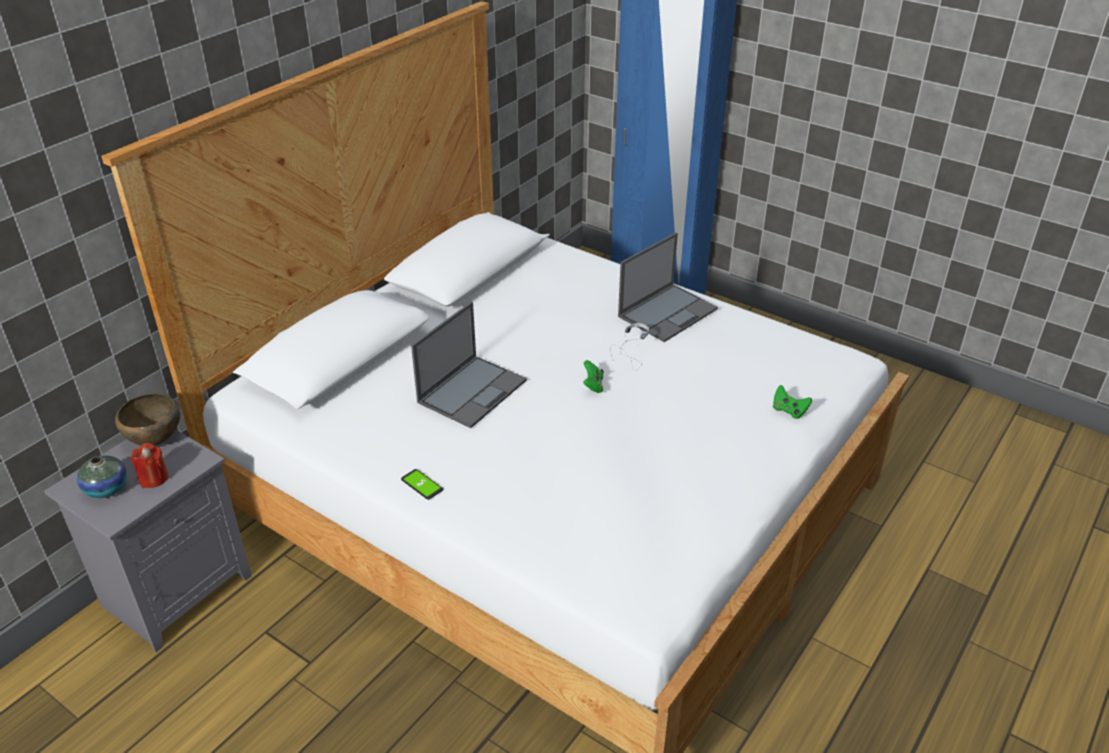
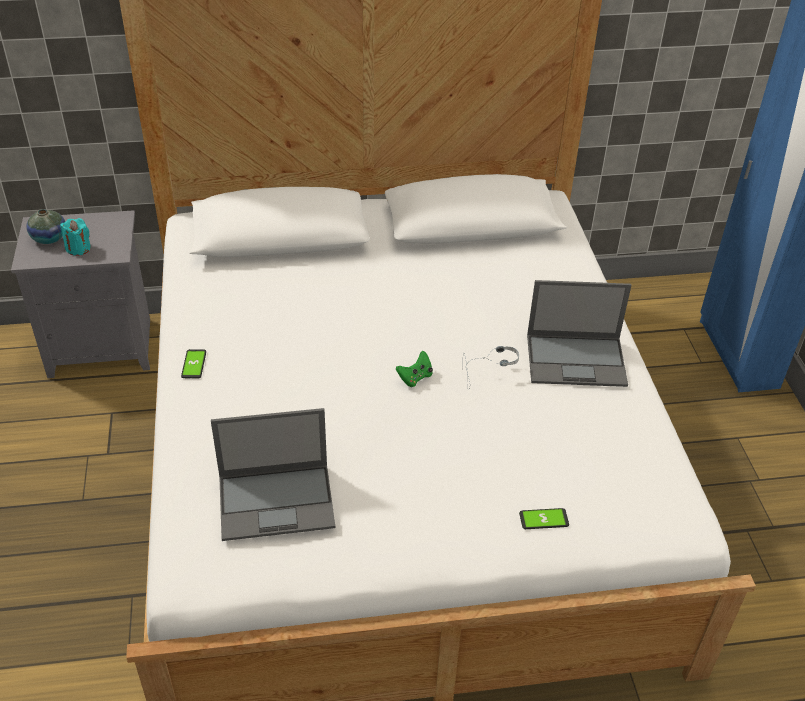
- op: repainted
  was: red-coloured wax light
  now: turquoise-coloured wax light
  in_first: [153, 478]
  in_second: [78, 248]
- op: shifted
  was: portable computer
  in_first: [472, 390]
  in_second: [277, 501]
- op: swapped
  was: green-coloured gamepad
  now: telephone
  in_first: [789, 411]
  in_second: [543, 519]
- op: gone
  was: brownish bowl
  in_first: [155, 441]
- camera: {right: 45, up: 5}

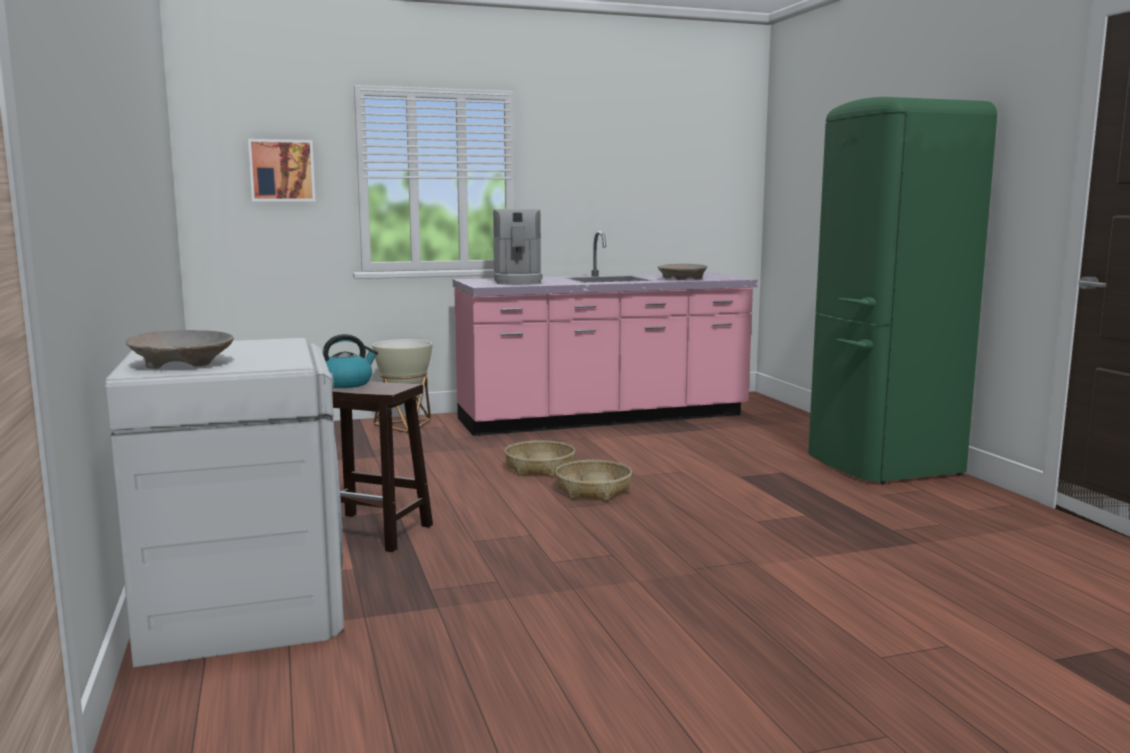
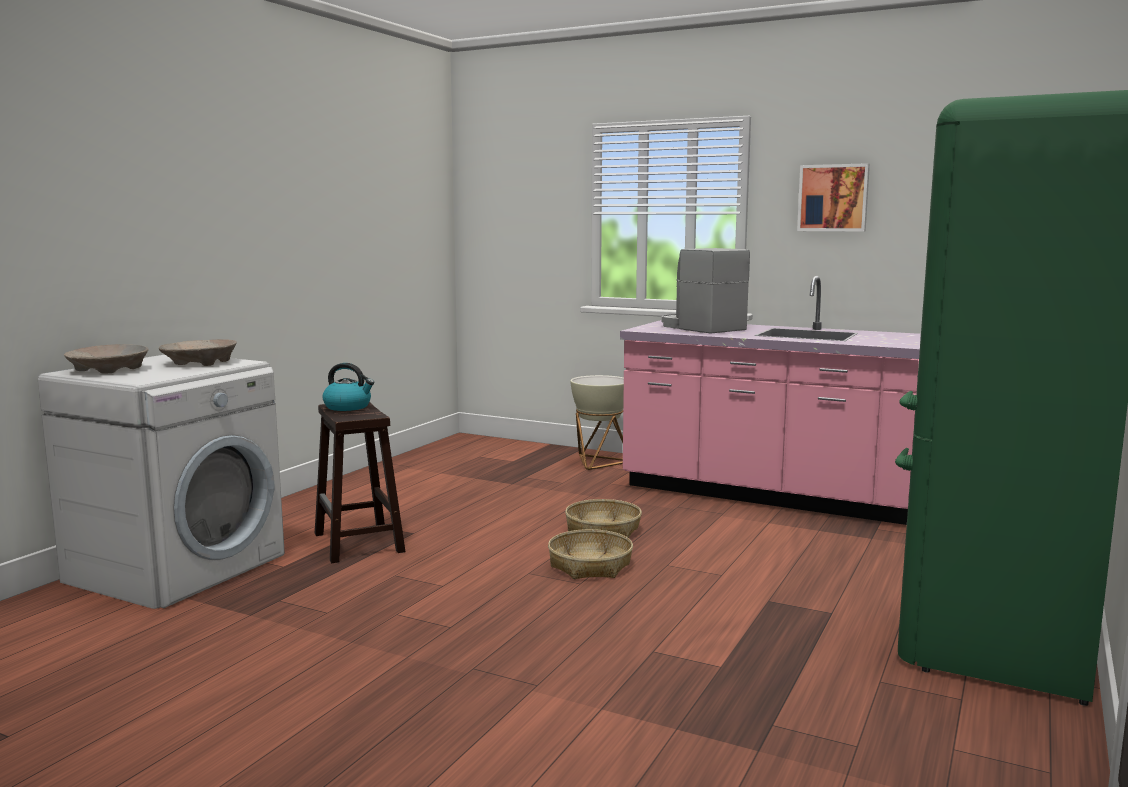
- op: shifted
  was: beige-coloured bowl
  in_first: [682, 279]
  in_second: [199, 363]
- op: rotated
  was: coffee machine
  in_first: [518, 281]
  in_second: [700, 327]
  clockwise: 105
- op: shifted
  was: picture
  in_first: [282, 170]
  in_second: [833, 198]
- camera: {right: 45, up: 0}

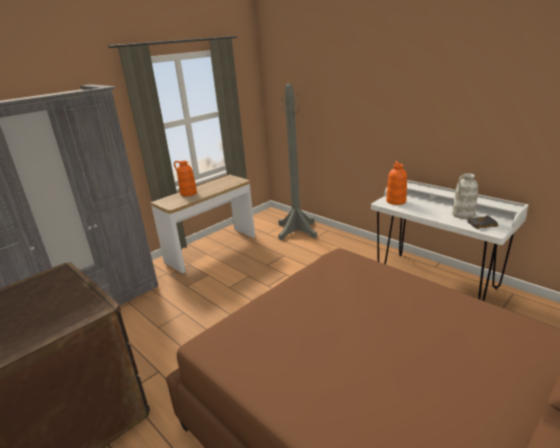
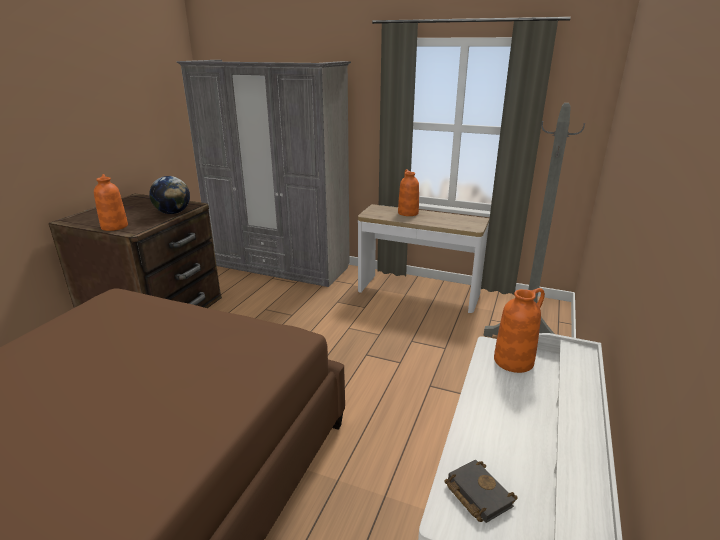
- op: new
  now: orange vase
  in_second: [114, 226]
- op: new
  now: globe
  in_second: [173, 213]
- op: gone
  was: white-coloured vase
  in_first: [463, 215]
- camera: {right: 65, up: 0}

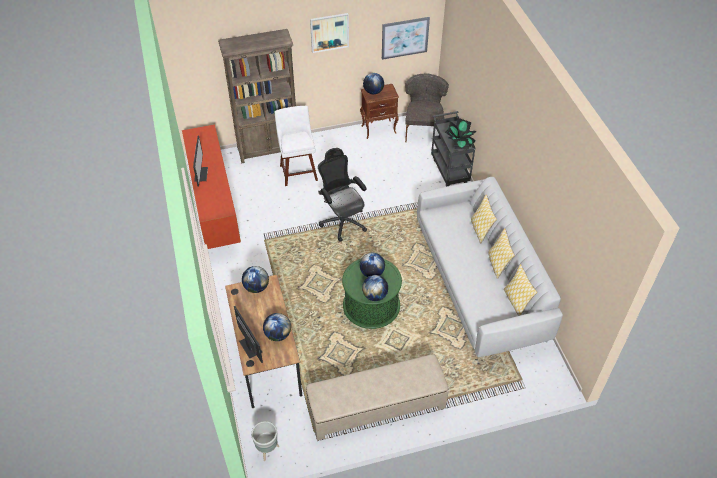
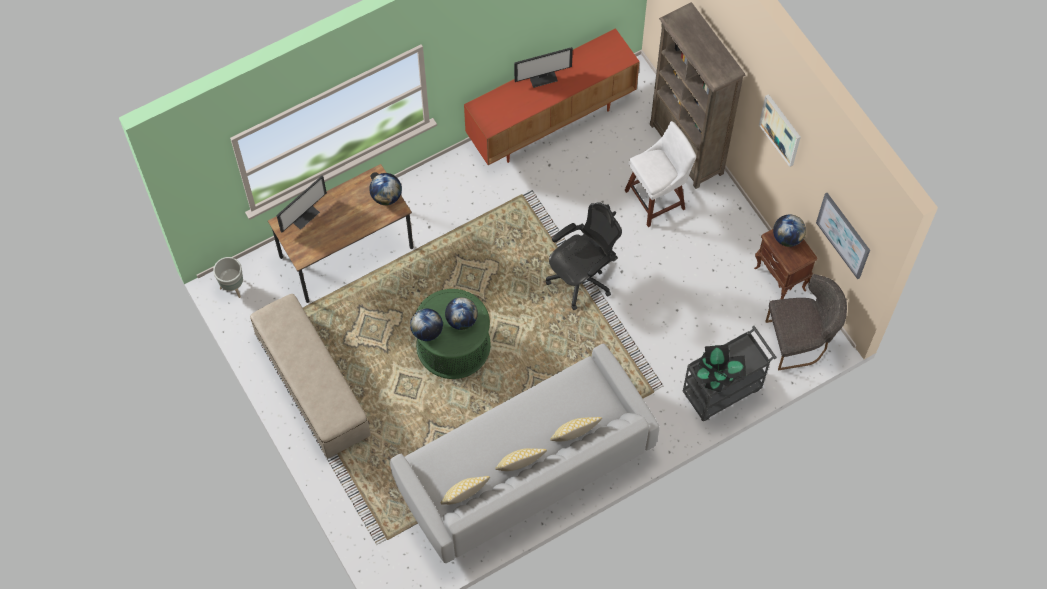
- op: gone
  was: globe
  in_first: [278, 334]
- camera: {right: 75, up: 15}

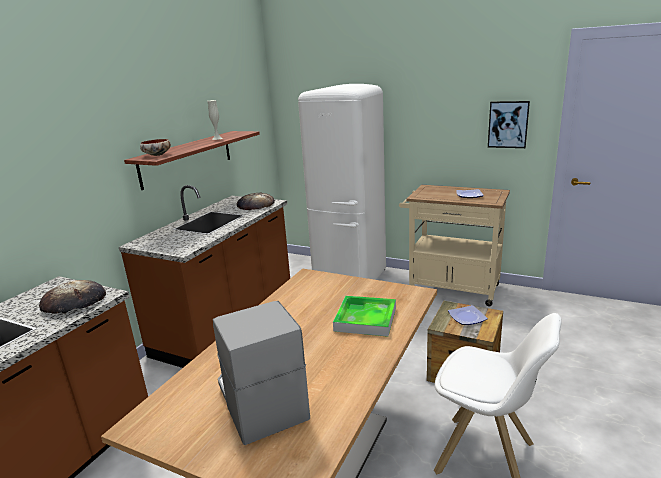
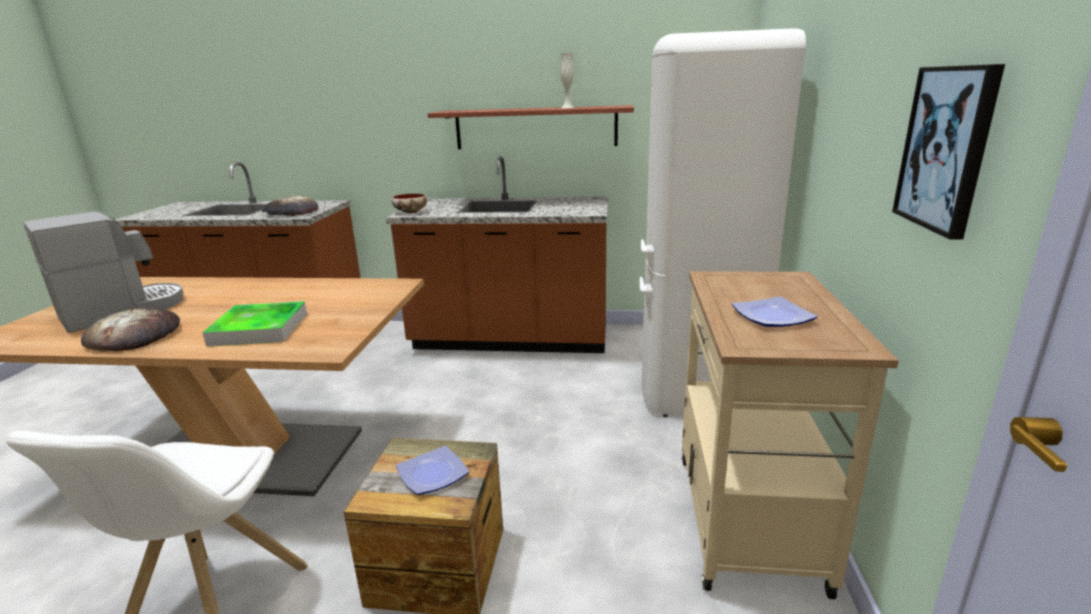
- op: shifted
  was: bread
  in_first: [255, 205]
  in_second: [134, 335]
- op: shifted
  was: bowl
  in_first: [157, 155]
  in_second: [410, 212]
- camera: {right: 70, up: 0}

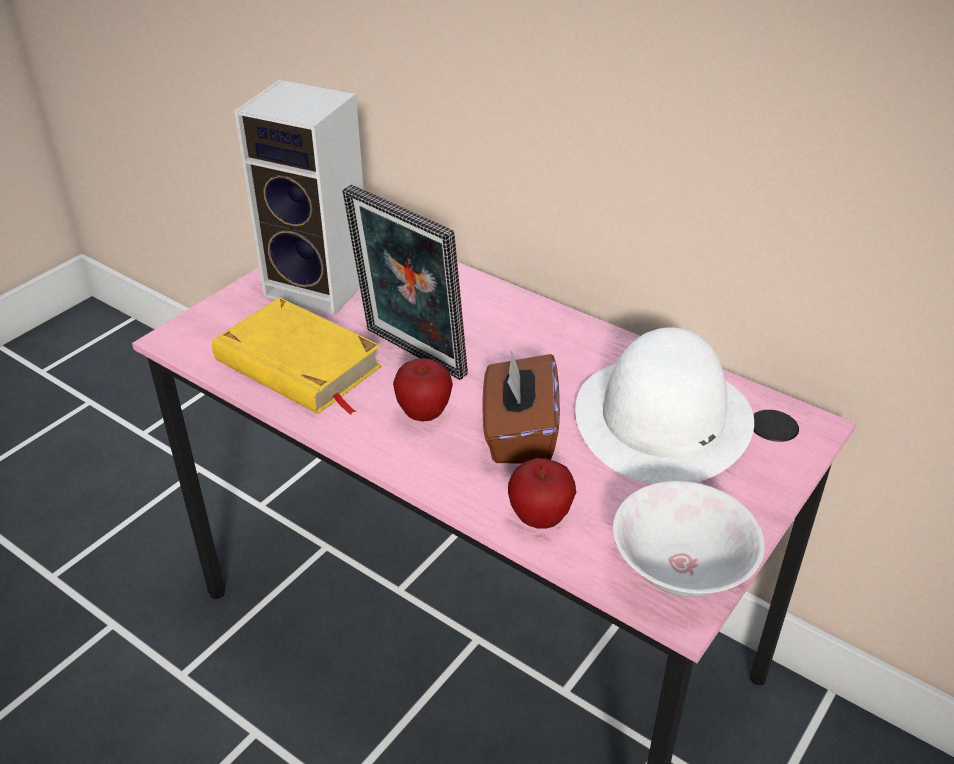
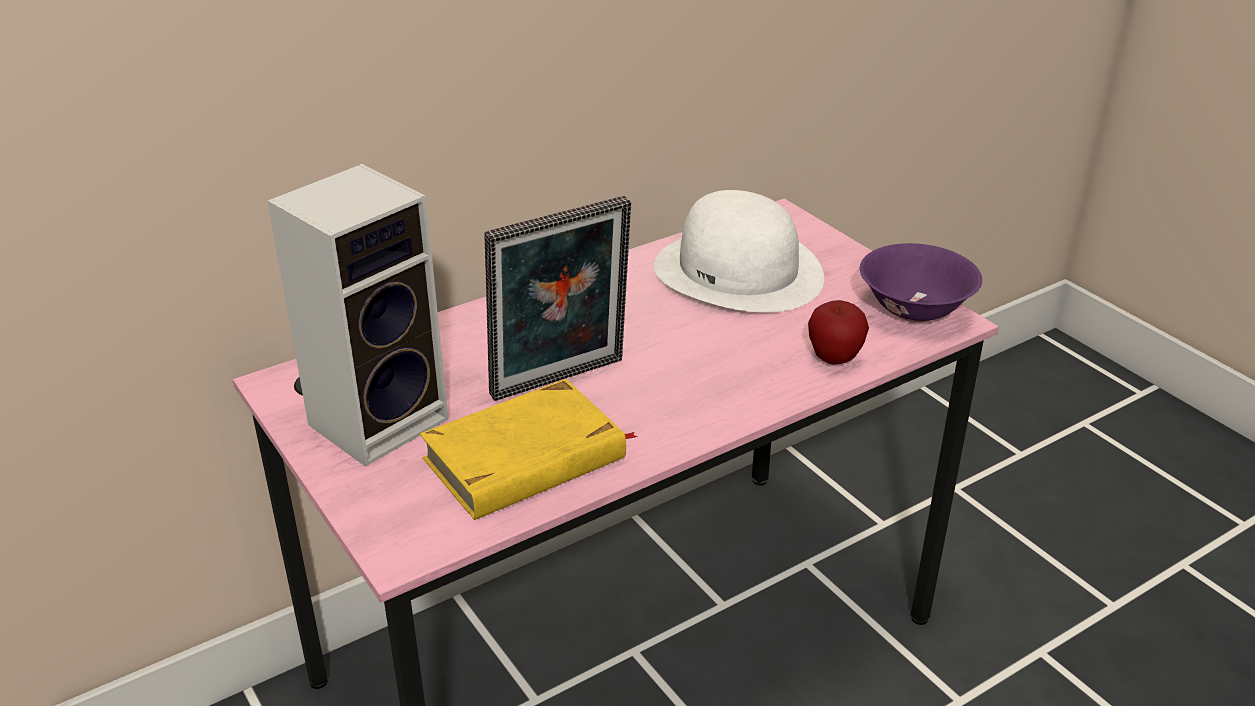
- op: repainted
  was: white-coloured bowl
  now: purplish bowl
  in_first: [681, 571]
  in_second: [915, 310]
- op: gone
  was: apple fruit
  in_first: [424, 414]
- op: gone
  was: brownish tissue holder
  in_first: [519, 434]
- camera: {right: -70, up: -5}

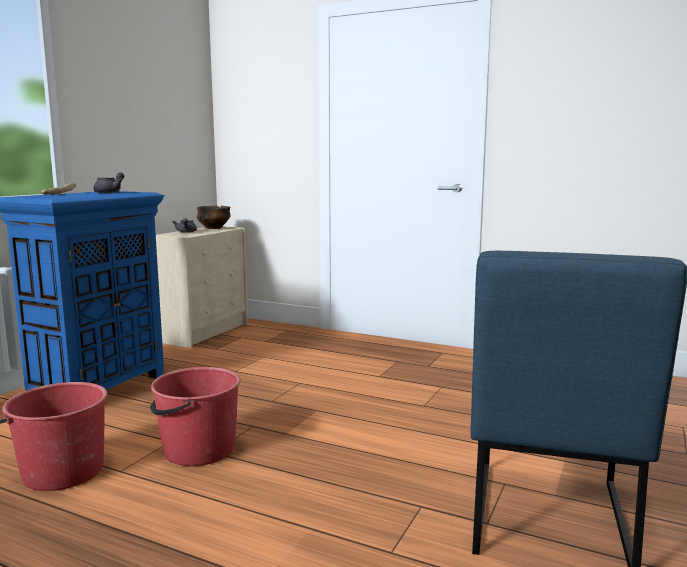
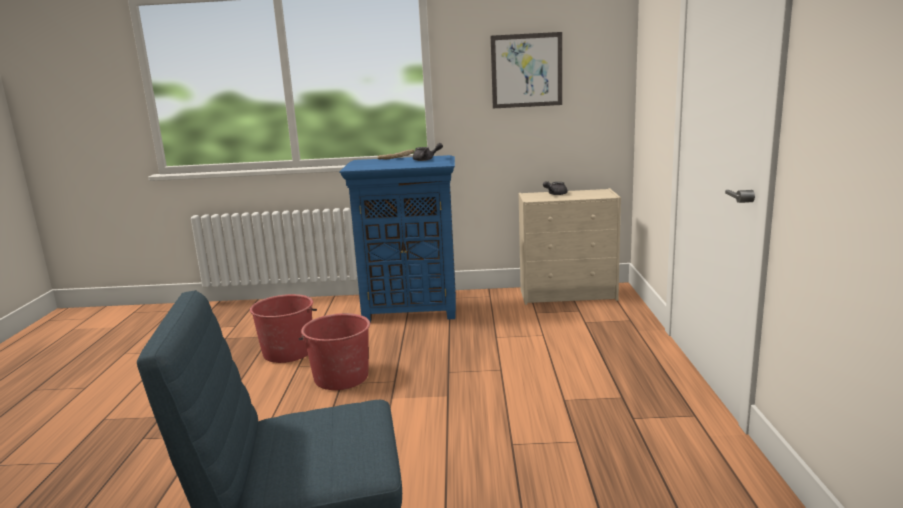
- op: new
  now: picture
  in_second: [526, 70]
- op: gone
  was: bowl
  in_first: [213, 228]
- camera: {right: 65, up: 5}

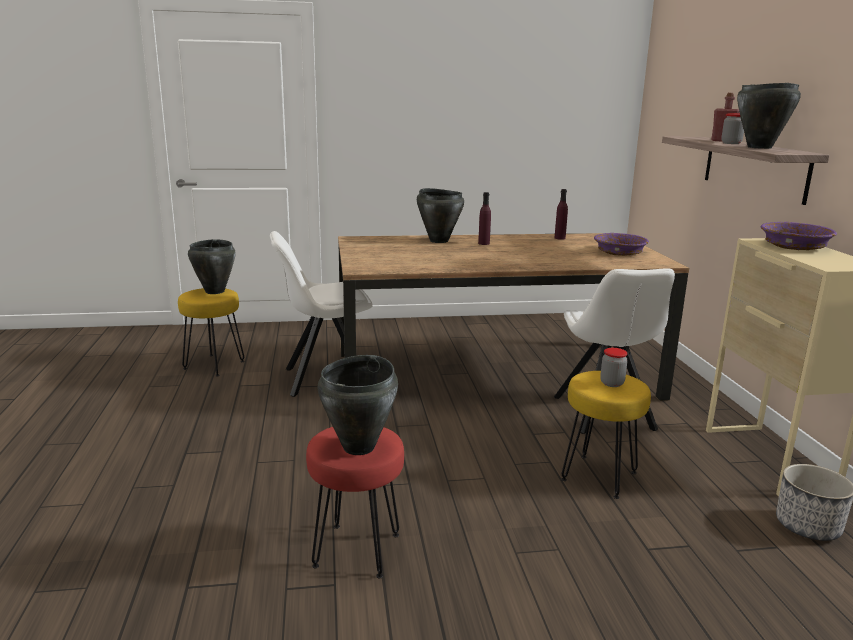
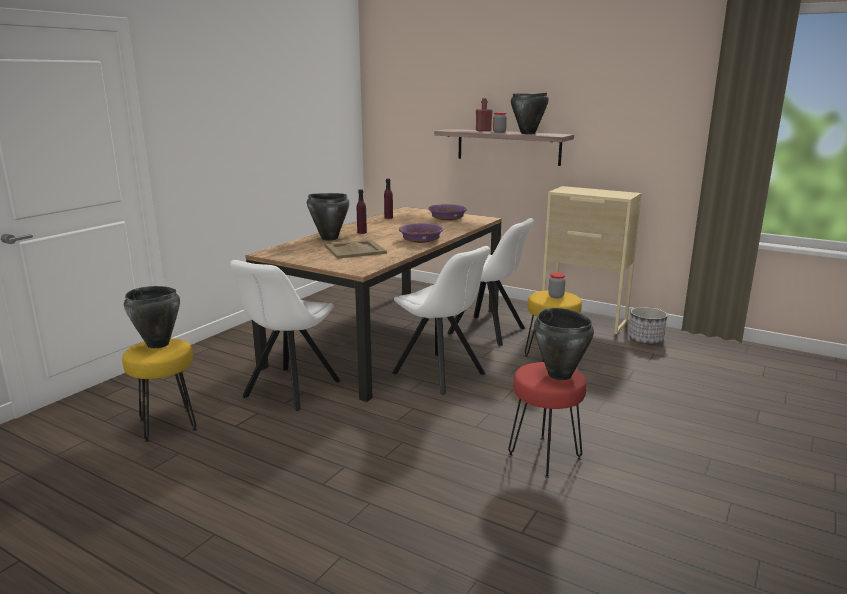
- op: new
  now: beige-coloured serving tray
  in_second: [355, 250]
- op: new
  now: white-coloured chair
  in_second: [439, 373]
- op: shifted
  was: purplish bowl
  in_first: [794, 246]
  in_second: [421, 240]
- camera: {right: -50, up: 0}

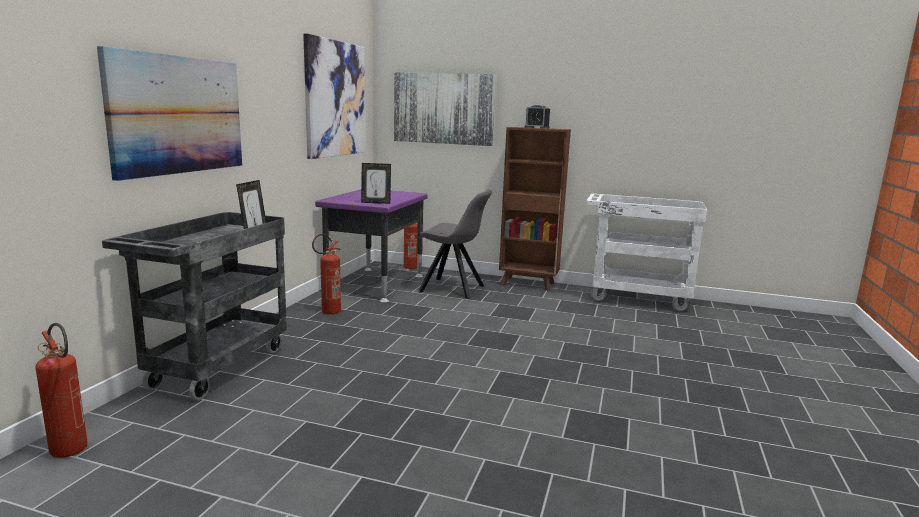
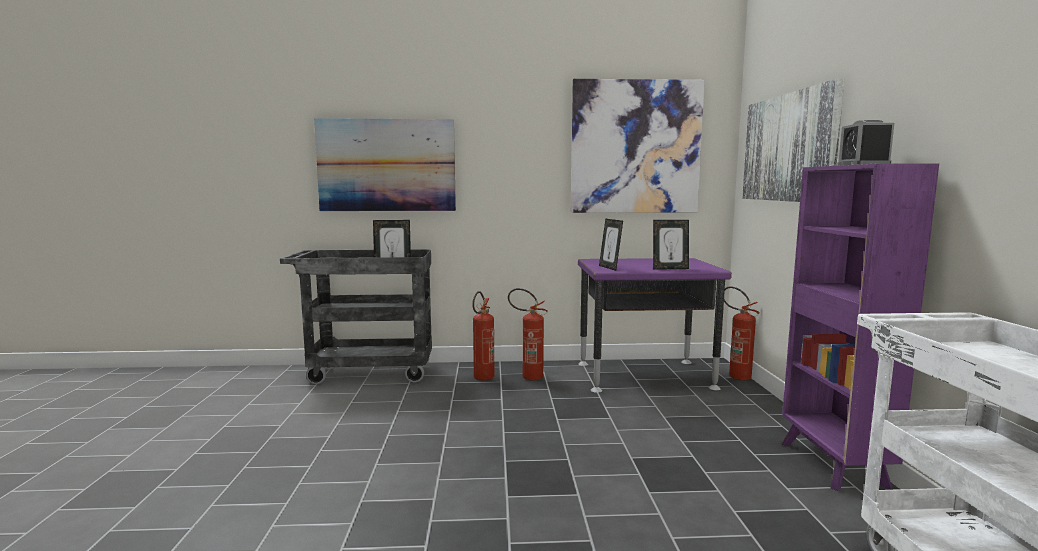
- op: shifted
  was: fire-fighting cylinder
  in_first: [72, 452]
  in_second: [482, 379]
- op: new
  now: photo frame
  in_second: [670, 268]
- op: repainted
  was: brownish shelving unit
  now: purplish shelving unit
  in_first: [528, 284]
  in_second: [833, 465]
- op: gone
  was: gray chair
  in_first: [452, 288]
- camera: {right: 70, up: -5}

